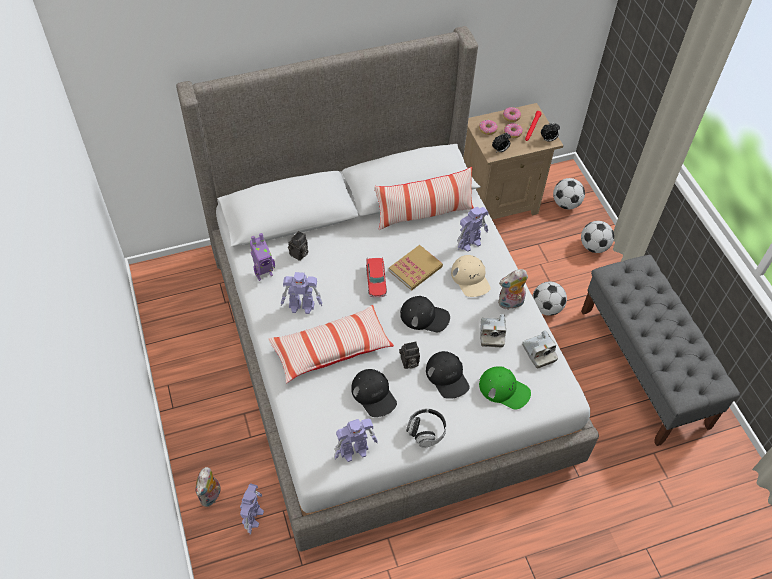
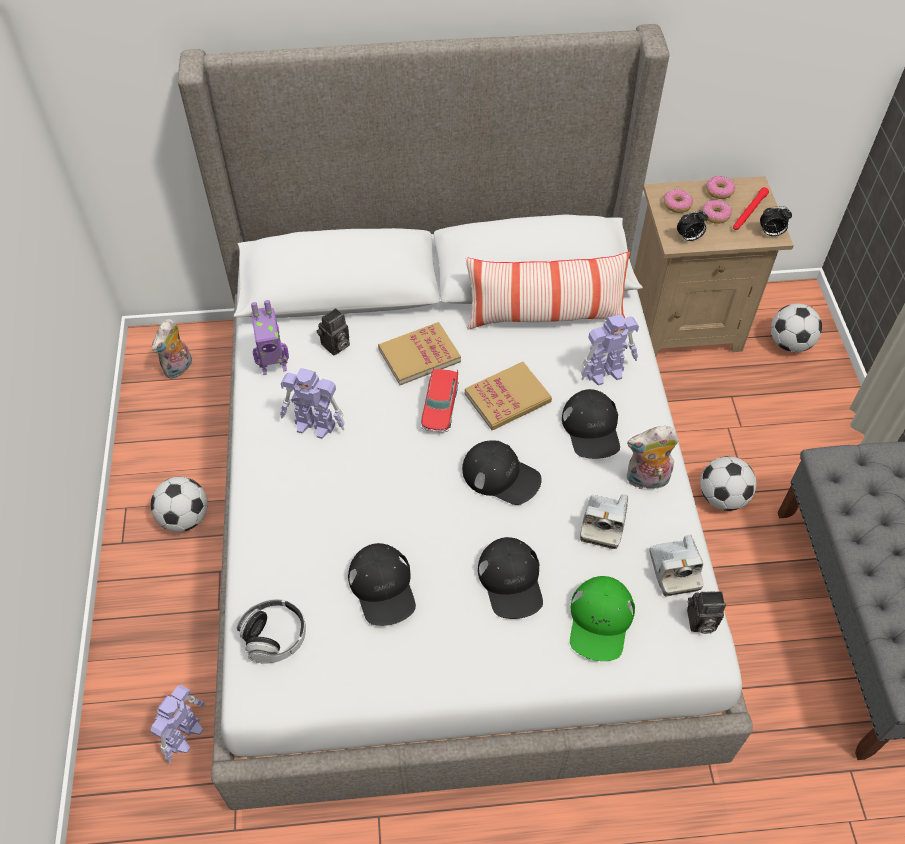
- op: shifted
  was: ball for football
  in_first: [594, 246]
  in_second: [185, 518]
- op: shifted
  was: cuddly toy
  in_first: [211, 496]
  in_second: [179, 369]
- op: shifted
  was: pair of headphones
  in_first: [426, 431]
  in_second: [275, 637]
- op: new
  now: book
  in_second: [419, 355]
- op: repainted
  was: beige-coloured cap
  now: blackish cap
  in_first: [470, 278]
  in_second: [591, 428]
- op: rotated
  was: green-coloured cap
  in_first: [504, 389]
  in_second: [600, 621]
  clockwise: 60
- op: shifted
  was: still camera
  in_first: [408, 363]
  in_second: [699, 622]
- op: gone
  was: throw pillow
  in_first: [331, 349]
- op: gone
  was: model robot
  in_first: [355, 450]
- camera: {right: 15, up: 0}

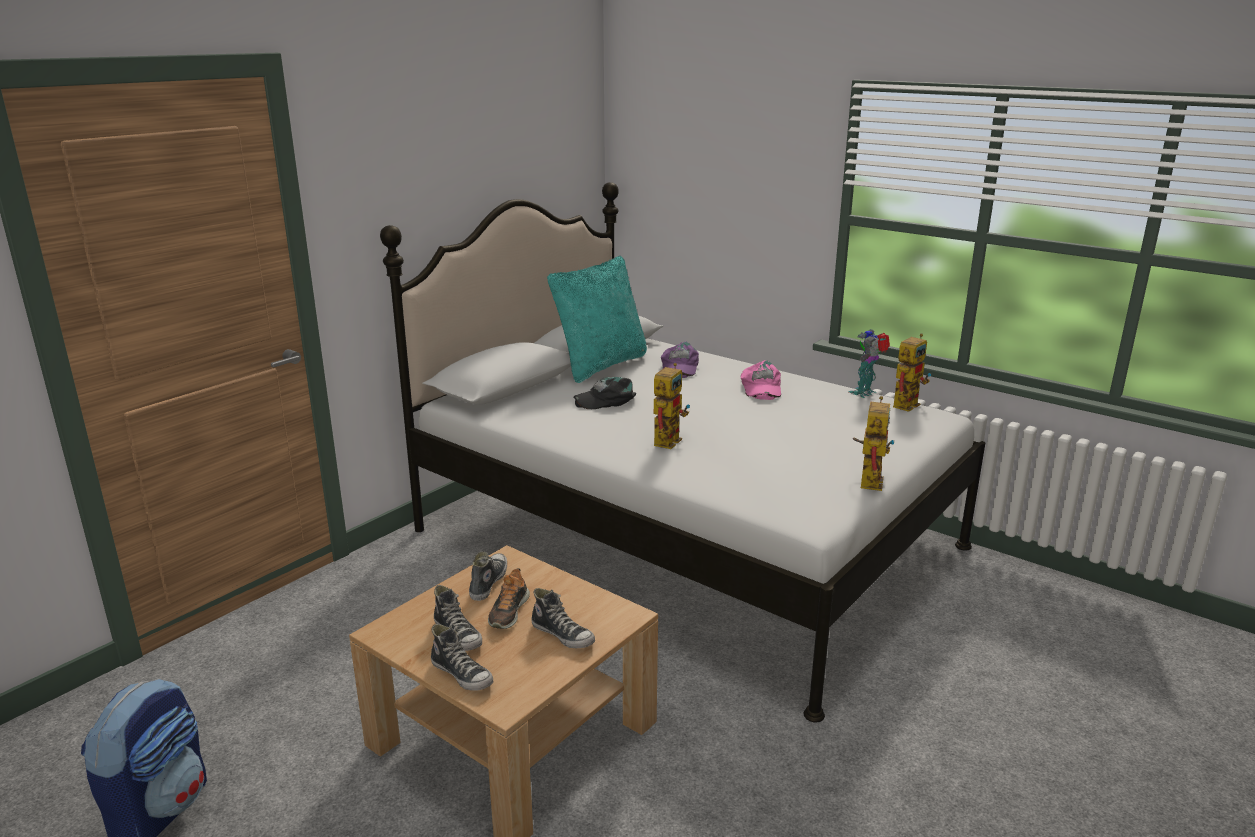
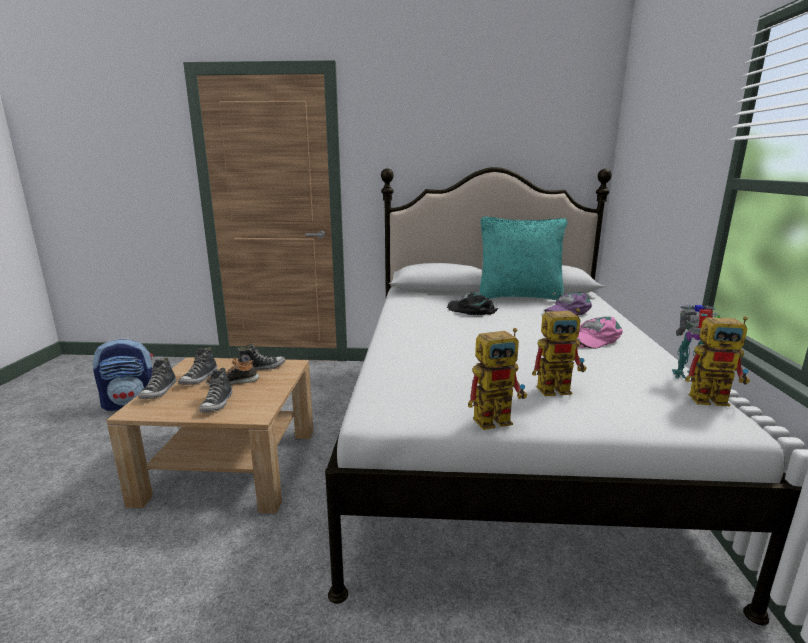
- op: shifted
  was: model robot
  in_first: [667, 439]
  in_second: [559, 388]
- camera: {right: 55, up: -5}

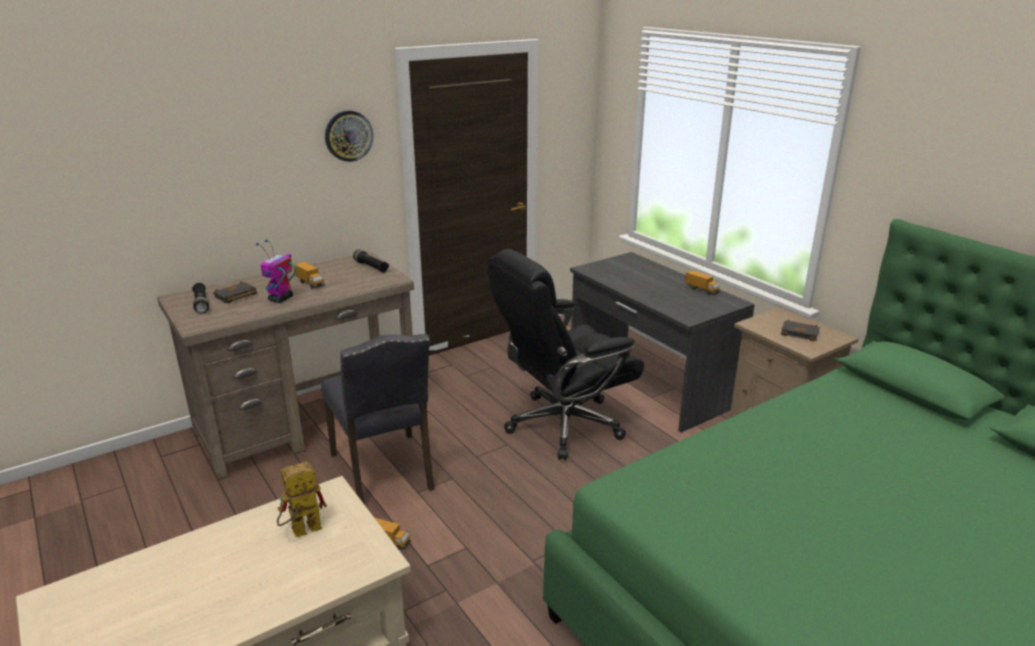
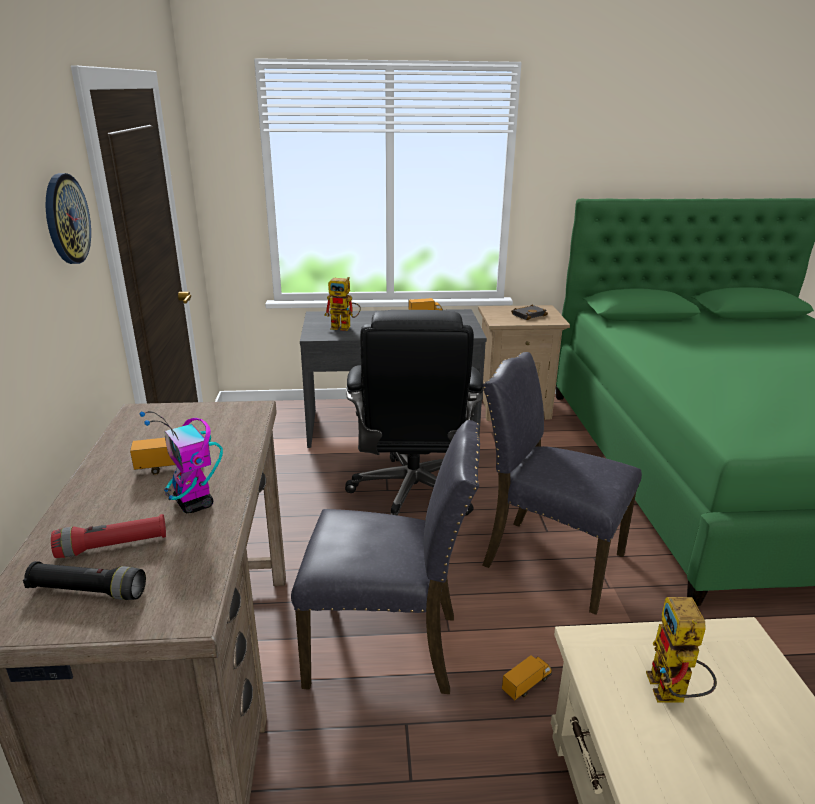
- op: swapped
  was: blackish book
  now: red-coloured hand torch
  in_first: [235, 296]
  in_second: [113, 546]
- op: new
  now: model robot
  in_second: [345, 327]
- op: new
  now: gray chair
  in_second: [549, 560]
- op: gone
  was: blackish hand torch
  in_first: [371, 267]
- camera: {right: -60, up: 0}

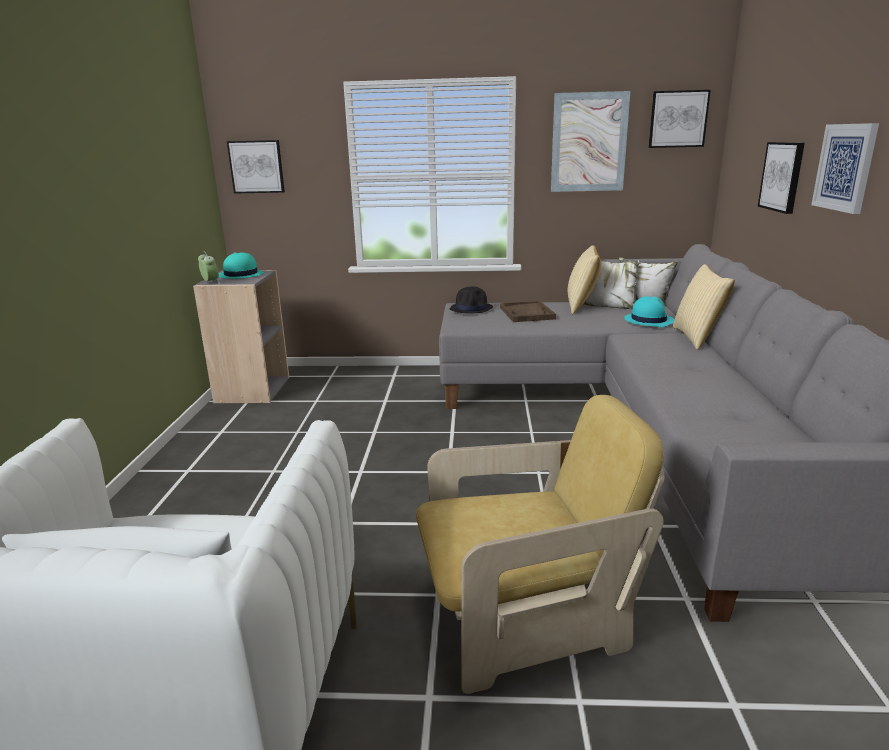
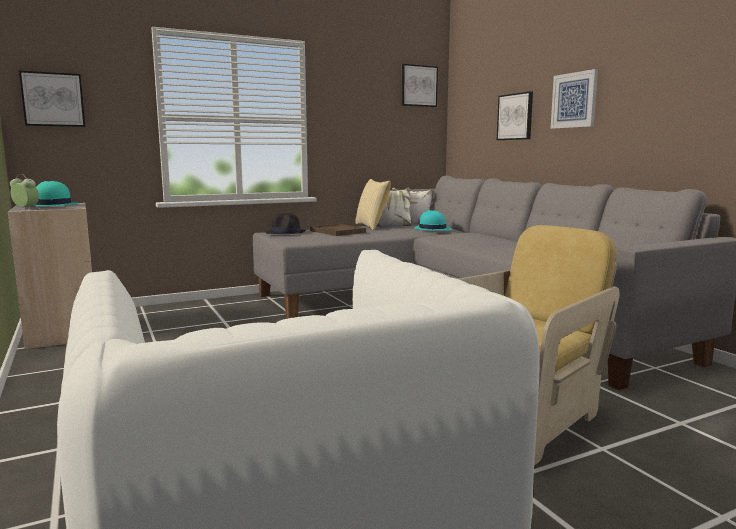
- op: gone
  was: picture
  in_first: [589, 142]
- op: gone
  was: throw pillow
  in_first: [697, 338]
- camera: {right: -30, up: -10}

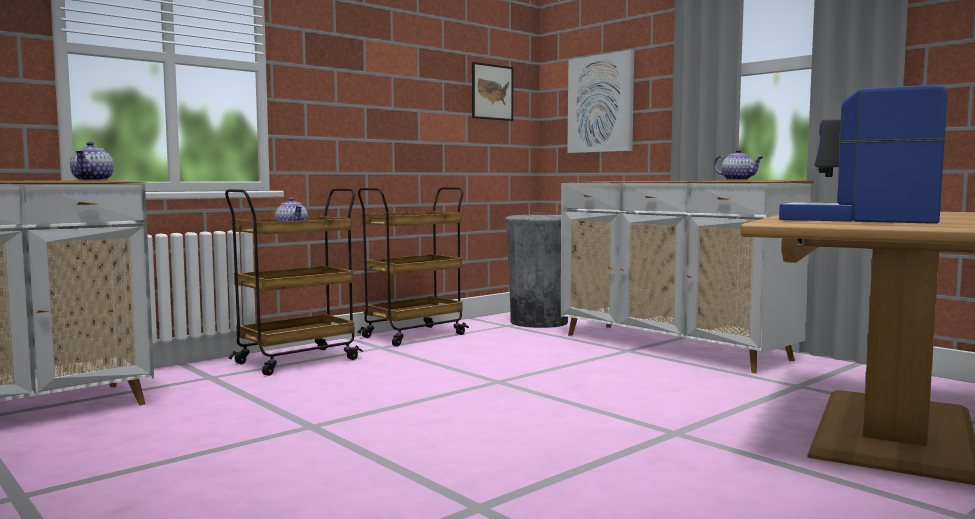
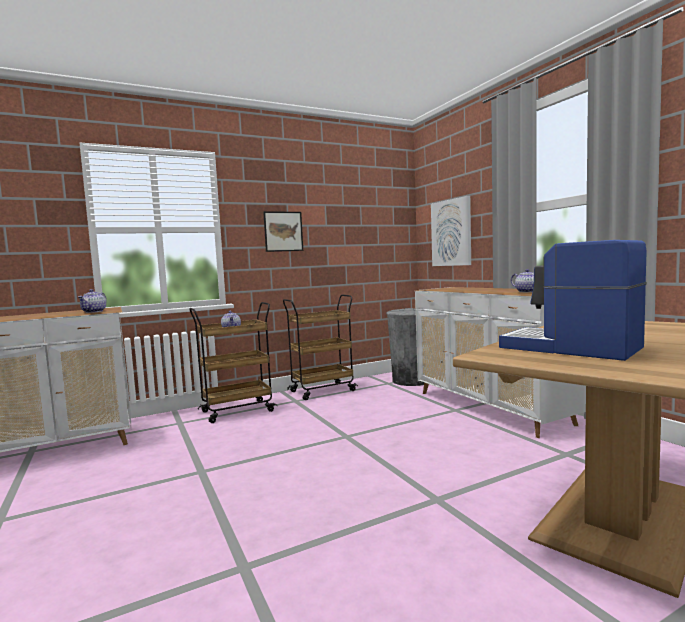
- op: shifted
  was: picture
  in_first: [492, 92]
  in_second: [283, 231]
- camera: {right: 15, up: 0}

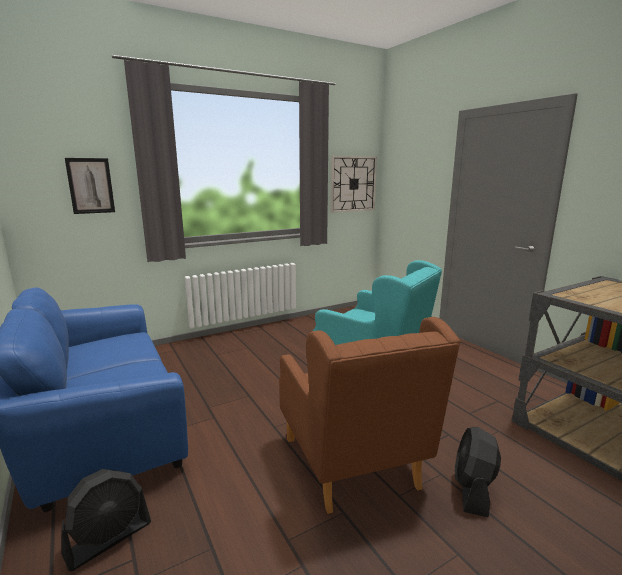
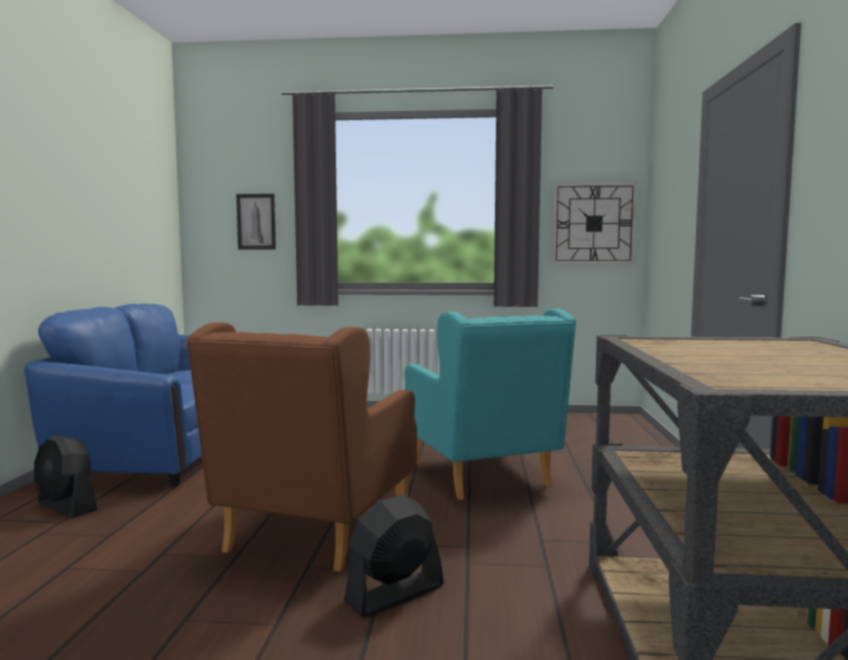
- op: rotated
  was: blackish electric fan
  in_first: [109, 538]
  in_second: [66, 506]
  clockwise: 45
- camera: {right: 35, up: -10}

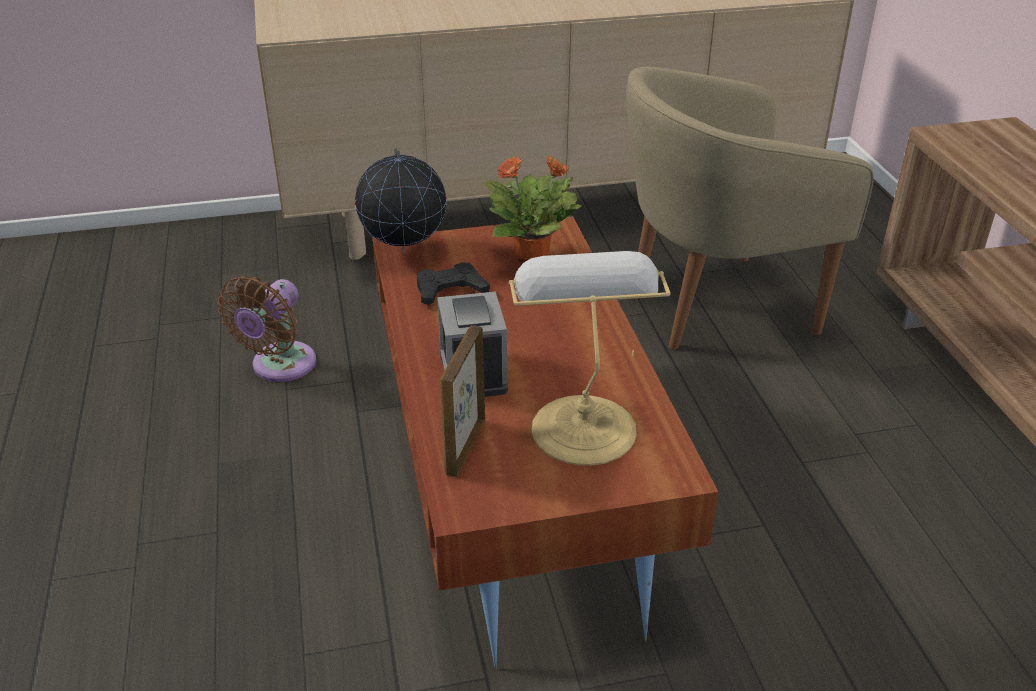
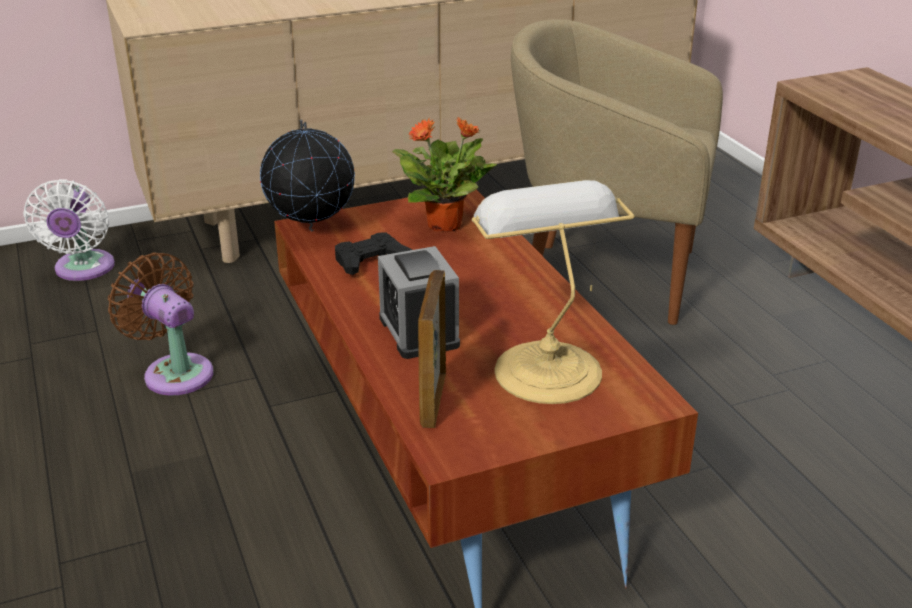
- op: new
  now: white-coloured electric fan
  in_second: [83, 270]
- op: rotated
  was: brownish electric fan
  in_first: [280, 367]
  in_second: [174, 372]
  clockwise: 120
- op: rotated
  was: beige-coloured easy chair
  in_first: [714, 307]
  in_second: [606, 275]
  clockwise: 45
- camera: {right: -10, up: -5}

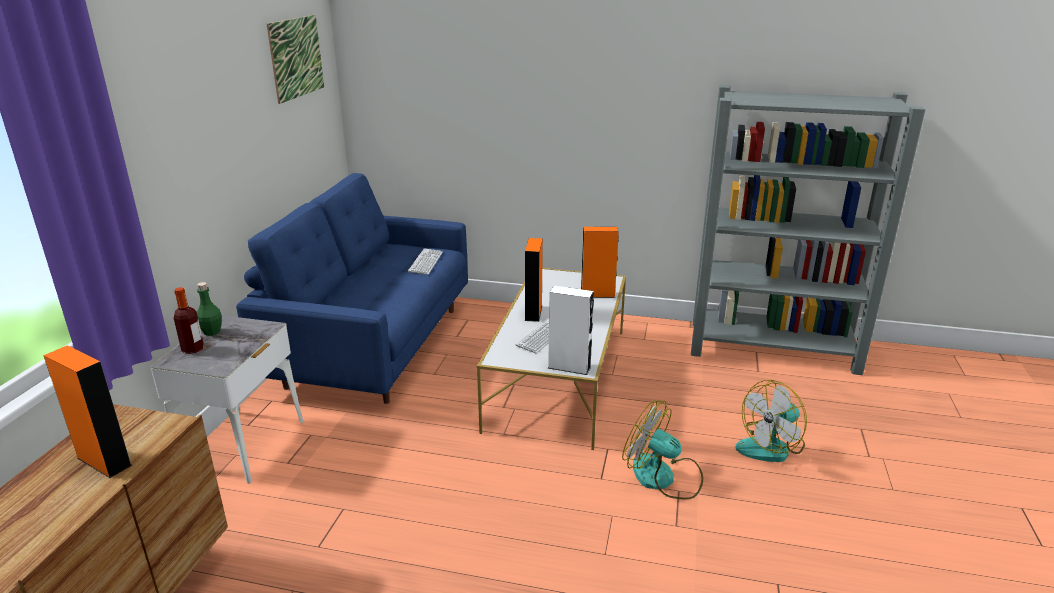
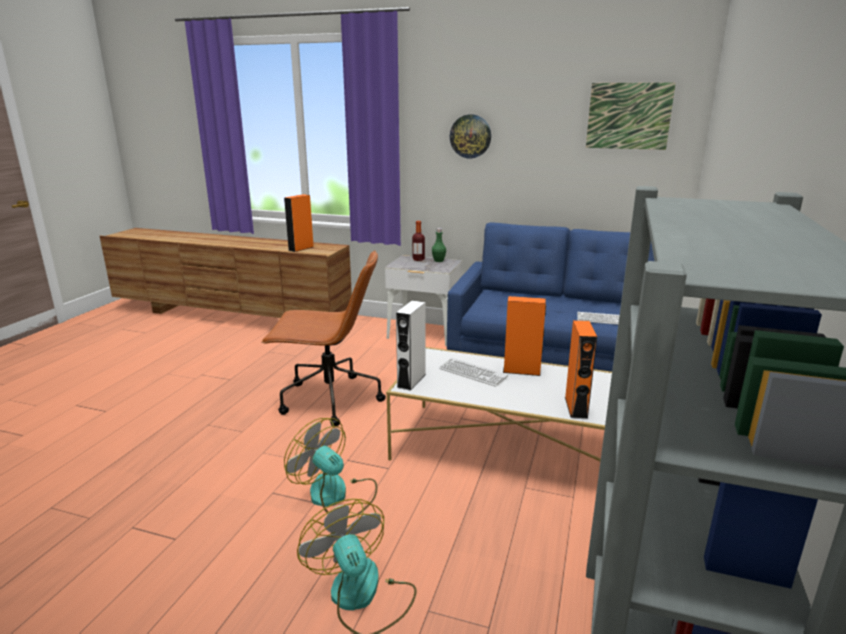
- op: new
  now: brownish desk chair
  in_second: [328, 400]
- op: rotated
  was: electric fan
  in_first: [663, 477]
  in_second: [336, 495]
  clockwise: -90
- op: new
  now: hanging clock
  in_second: [470, 136]
- camera: {right: 95, up: -5}

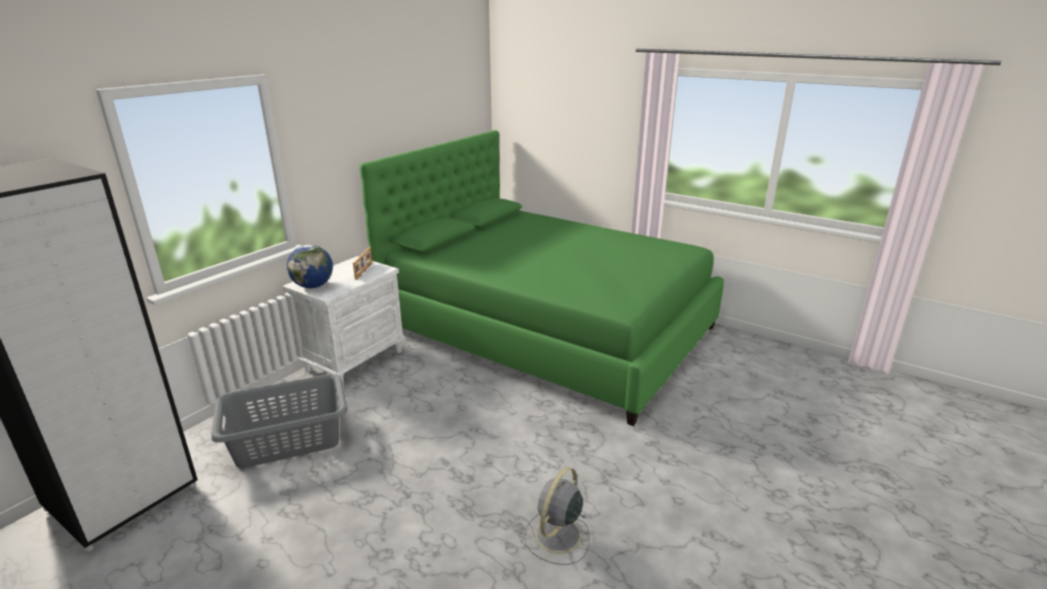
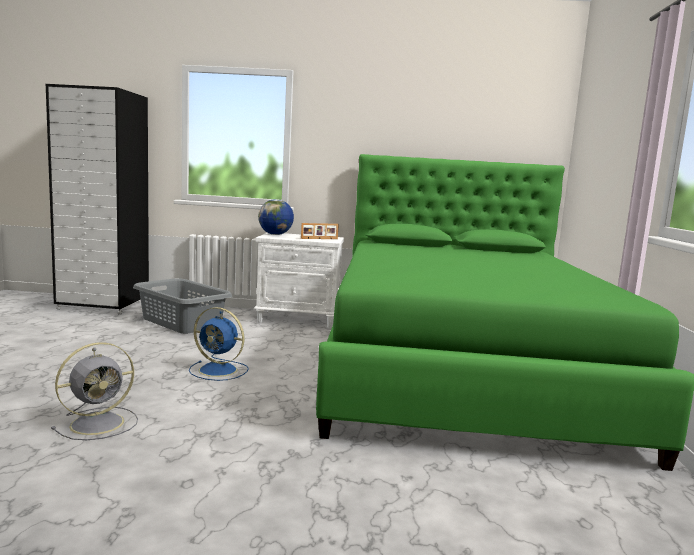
- op: rotated
  was: gray electric fan
  in_first: [557, 536]
  in_second: [100, 423]
  clockwise: 135
- op: new
  now: blue-coloured electric fan
  in_second: [219, 370]
- camera: {right: 60, up: -15}

